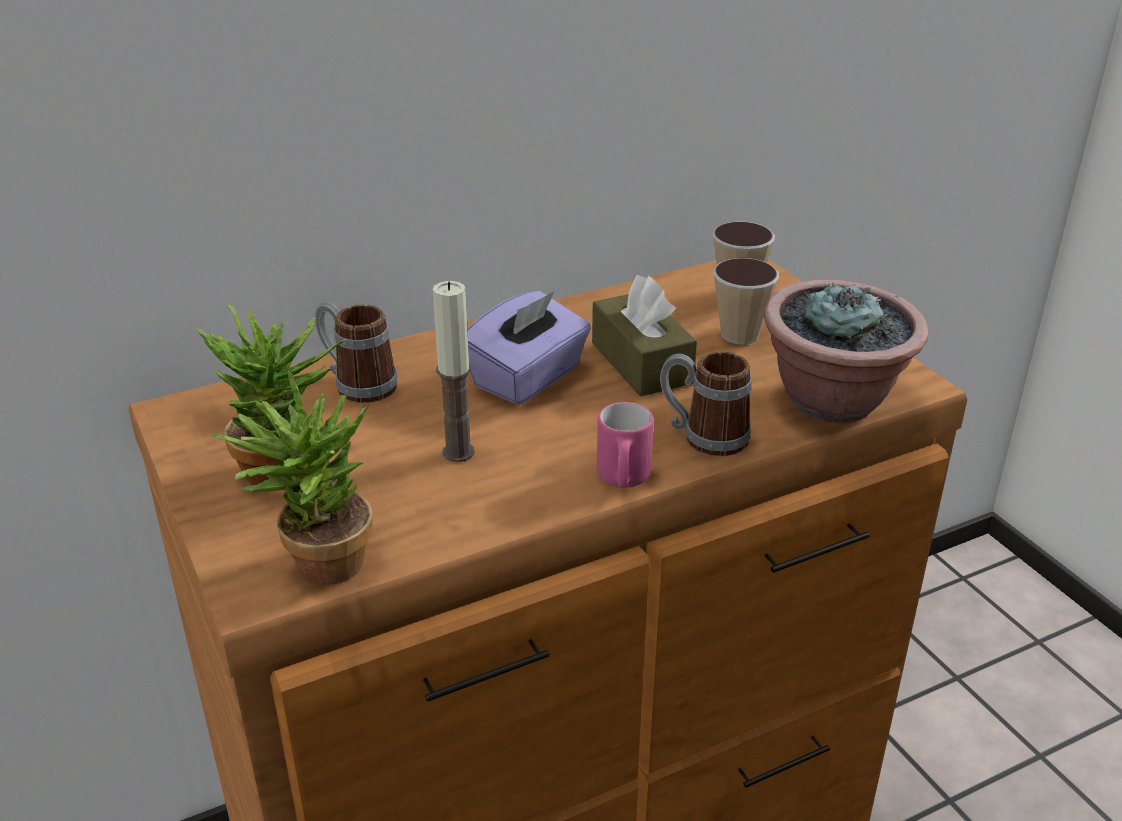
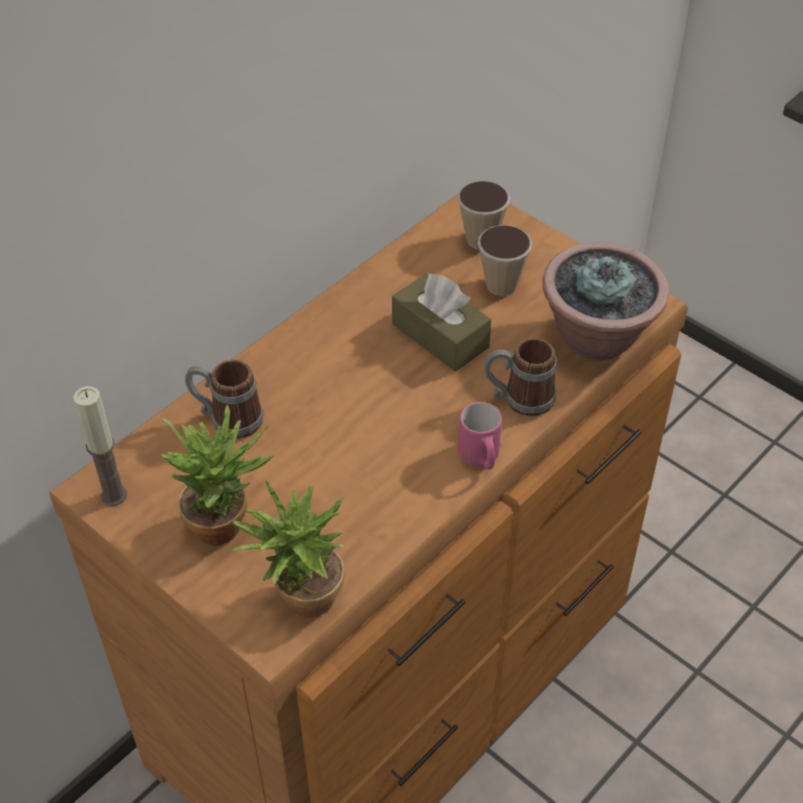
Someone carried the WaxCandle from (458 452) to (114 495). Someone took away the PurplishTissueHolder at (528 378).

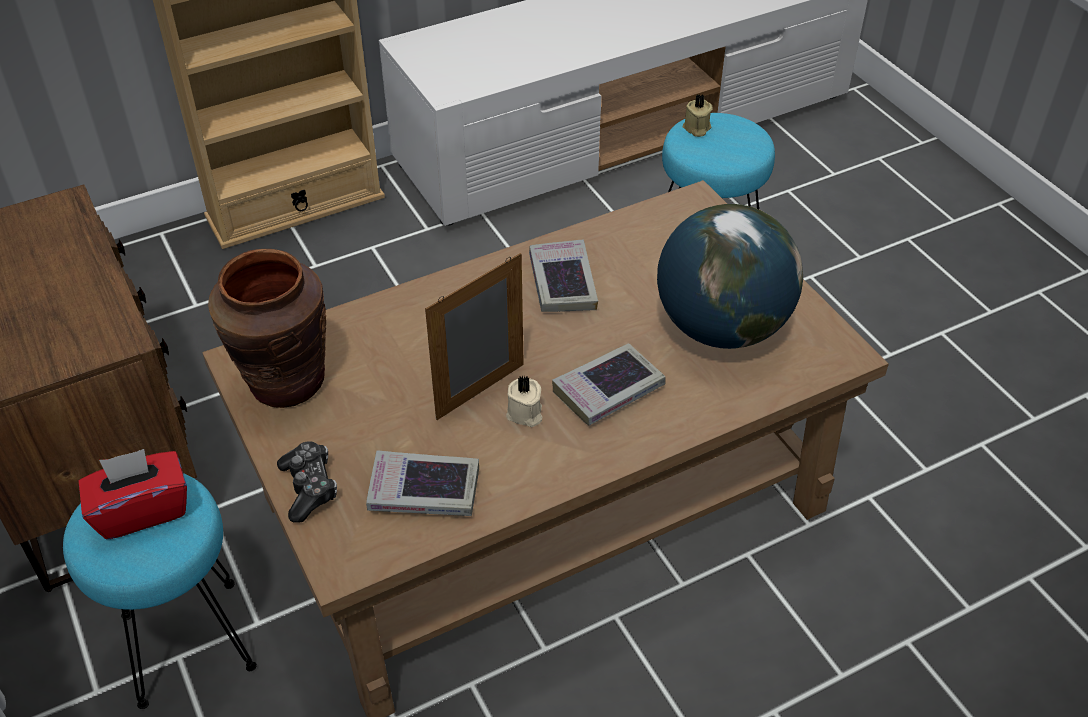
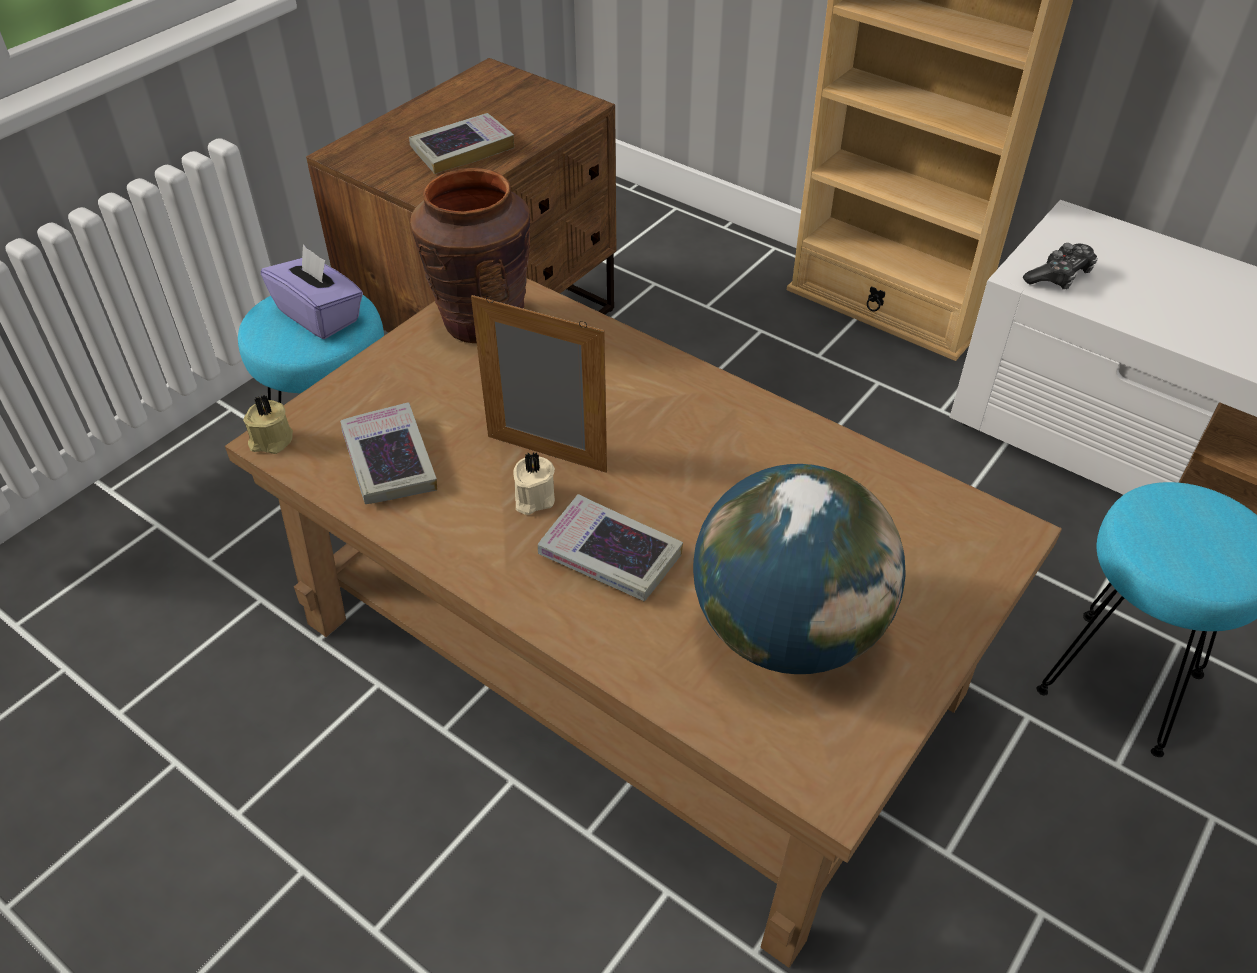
Someone carried the SandColouredWaxCandle from (696 128) to (271 440). Someone repainted the RedColouredTissueHolder at (142 510), which became the PurplishTissueHolder at (320 315). Someone carried the BoundBook from (562 282) to (462 149). Someone carried the Gamepad from (309 487) to (1059 276).

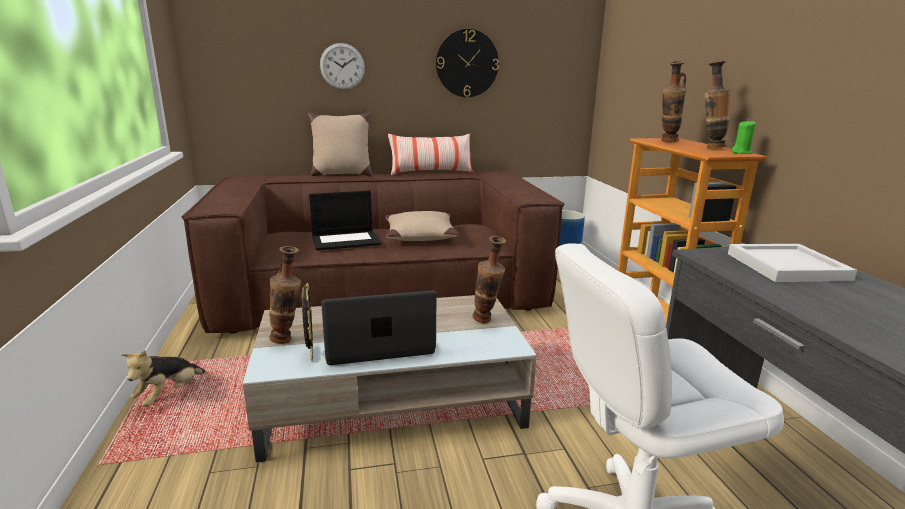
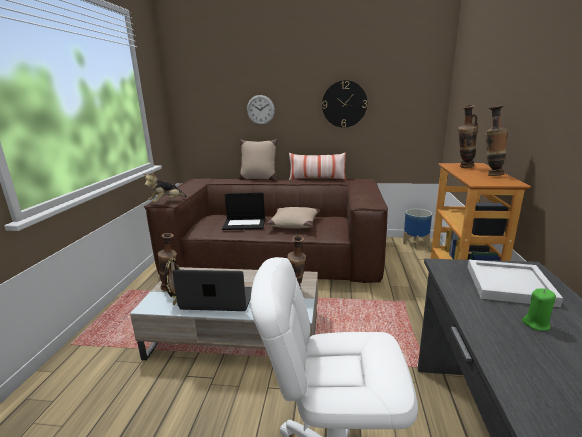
Someone carried the CuddlyToy from (169 394) to (166 202). Someone carried the GreenColouredWaxCandle from (741 152) to (536 324).

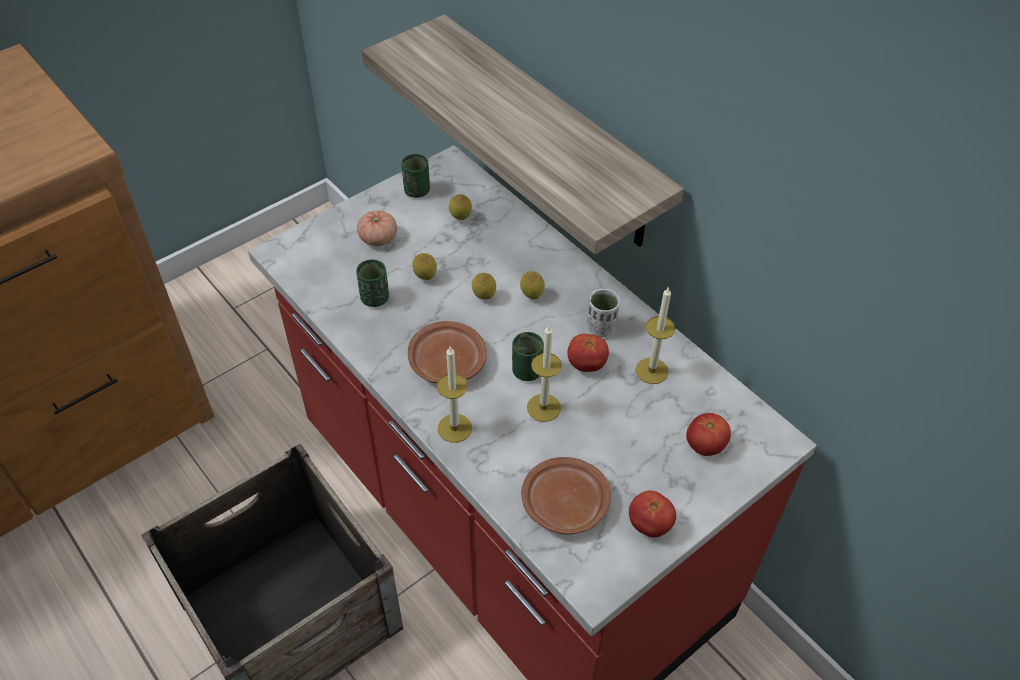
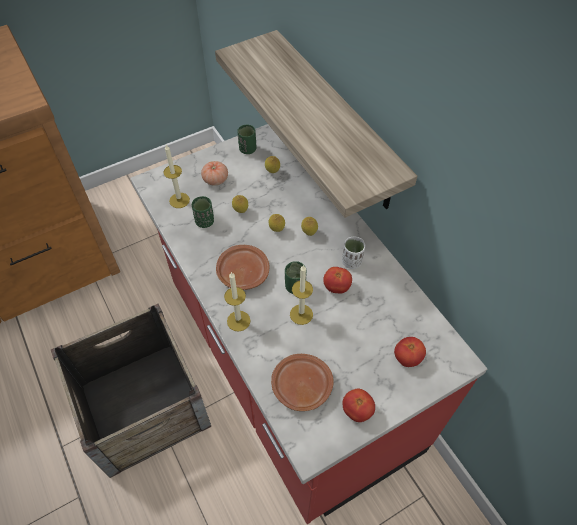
Someone carried the WaxCandle from (652 371) to (179 200).

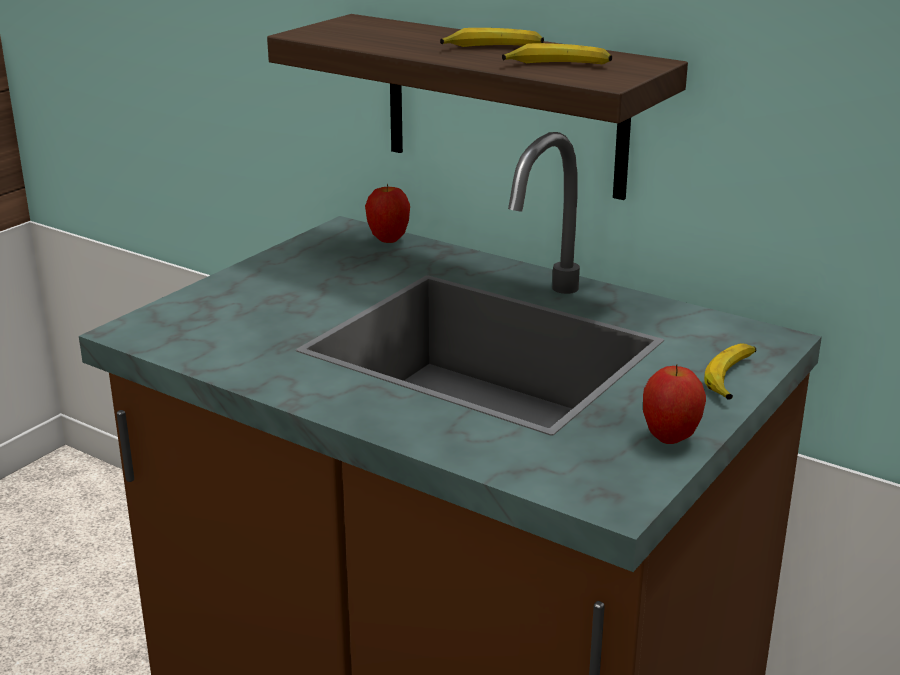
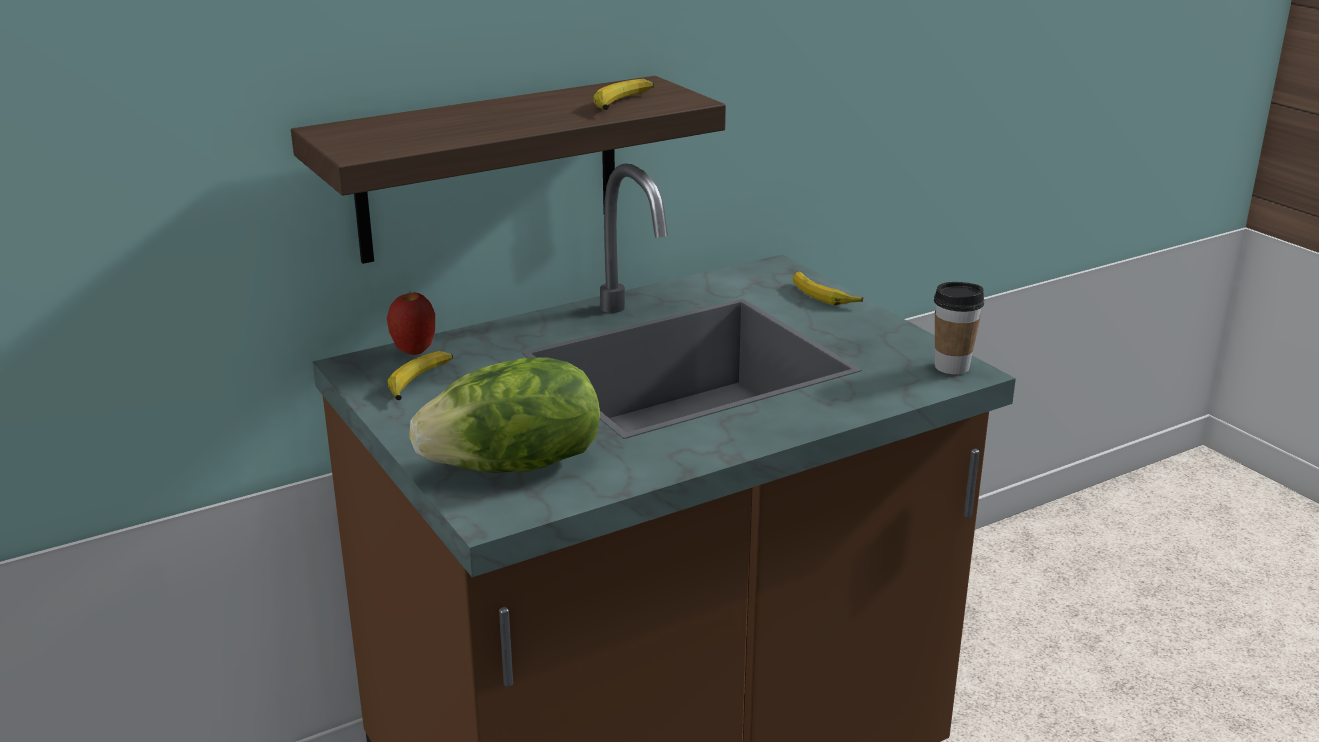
Someone carried the Banana from (492 48) to (420 382). Someone put down the Lettuce at (515 466). Someone put down the SmallCup at (951 367). Someone took away the WholeApple at (670 438).

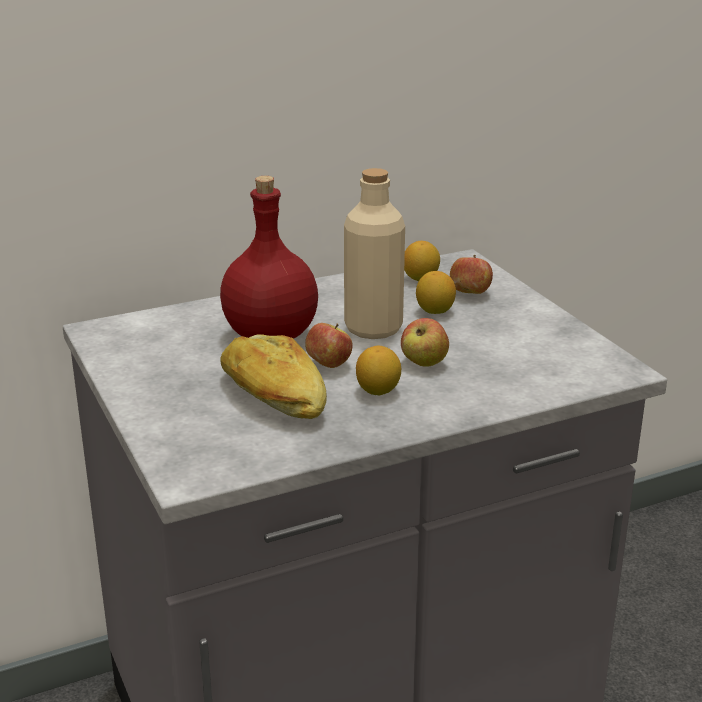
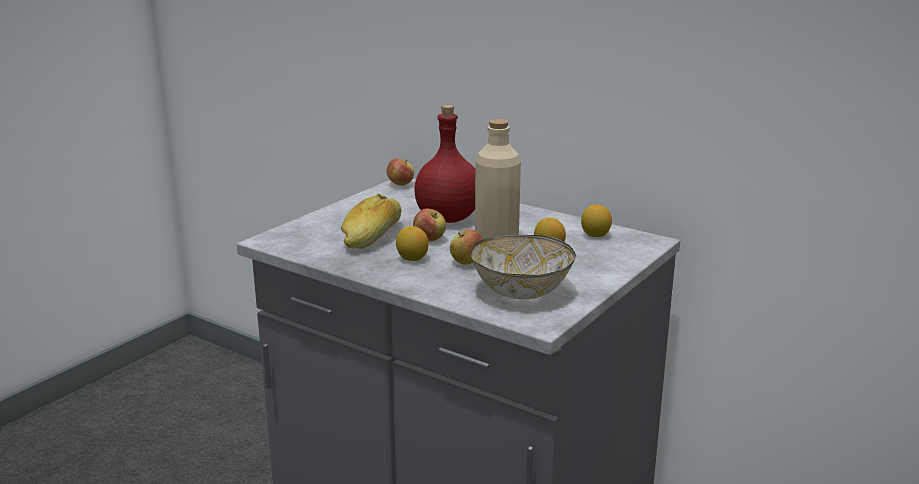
Someone carried the WholeApple from (470 293) to (400 185). Someone put down the ServingBowl at (523 292).

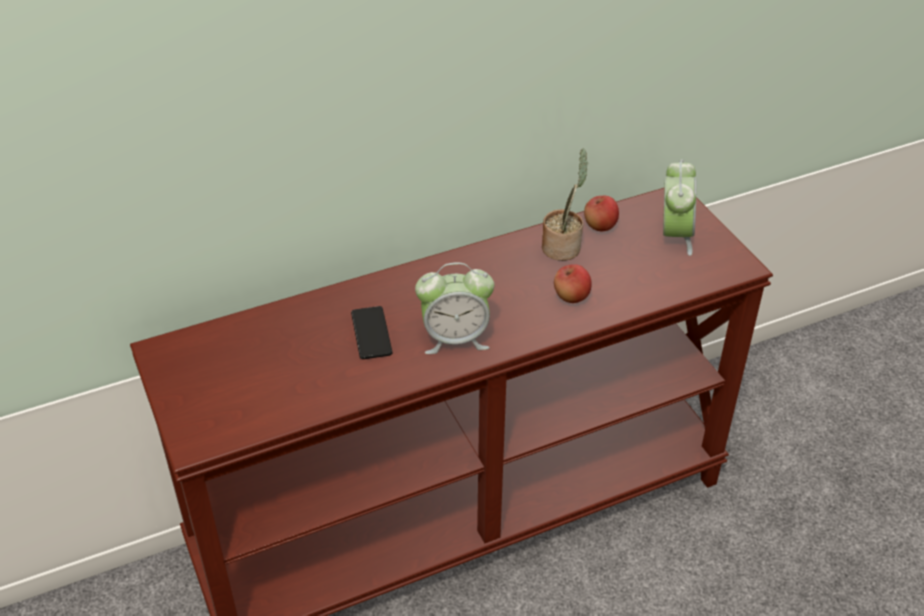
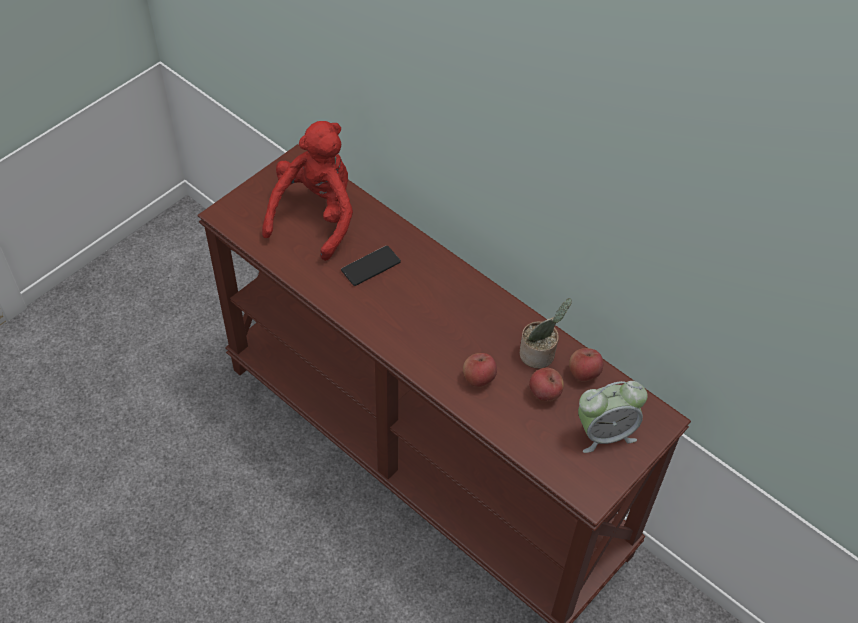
Someone put down the RedColouredCuddlyToy at (316 216). Someone put down the WholeApple at (544 393). Someone took away the AlarmClock at (455 338).

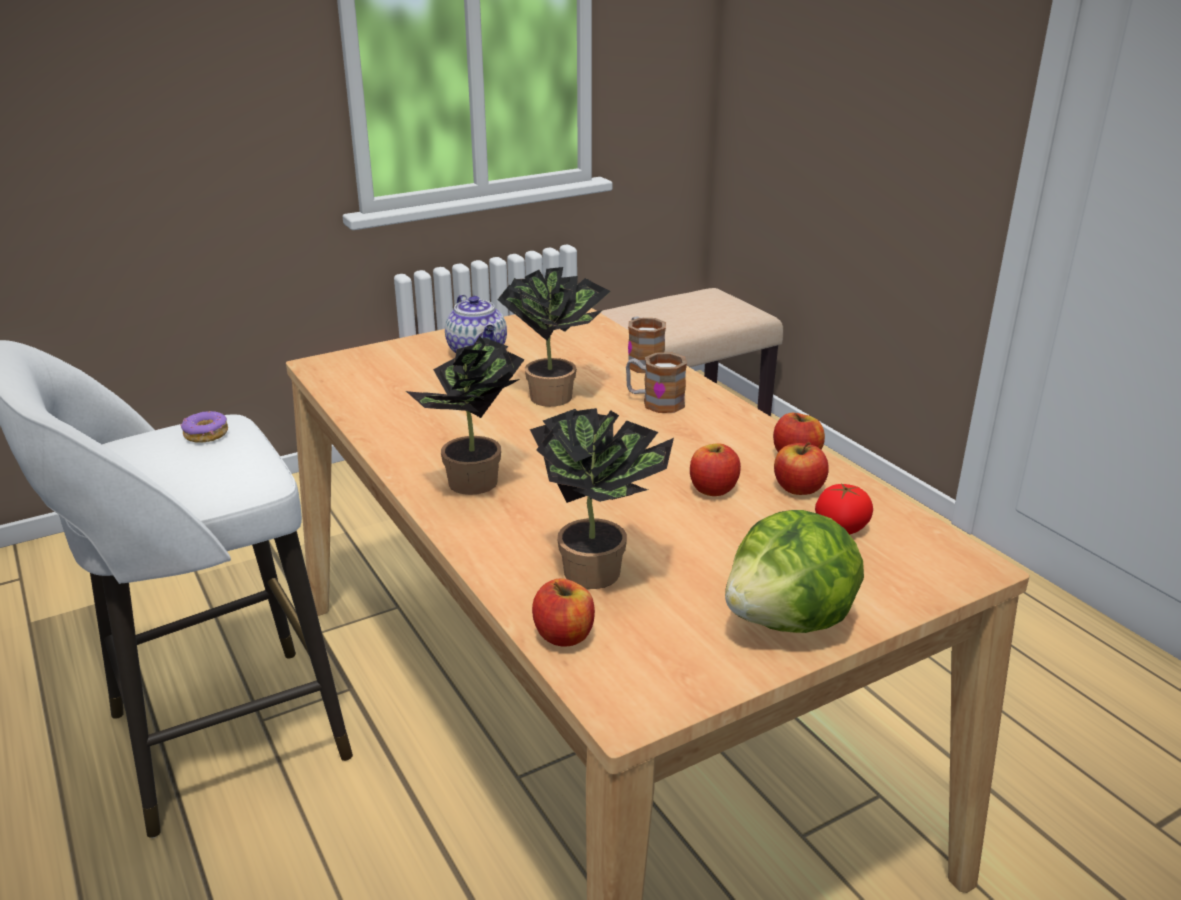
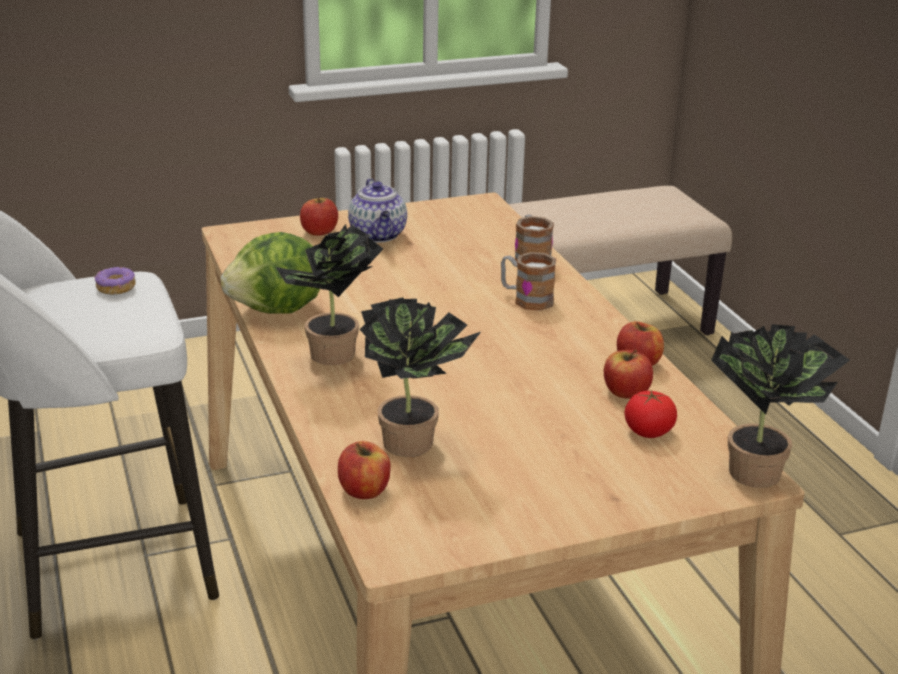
Someone carried the Lettuce from (790 621) to (278 310). Someone carried the WholeApple from (713 489) to (319 232). Someone carried the Houseplant from (555 395) to (759 469).

